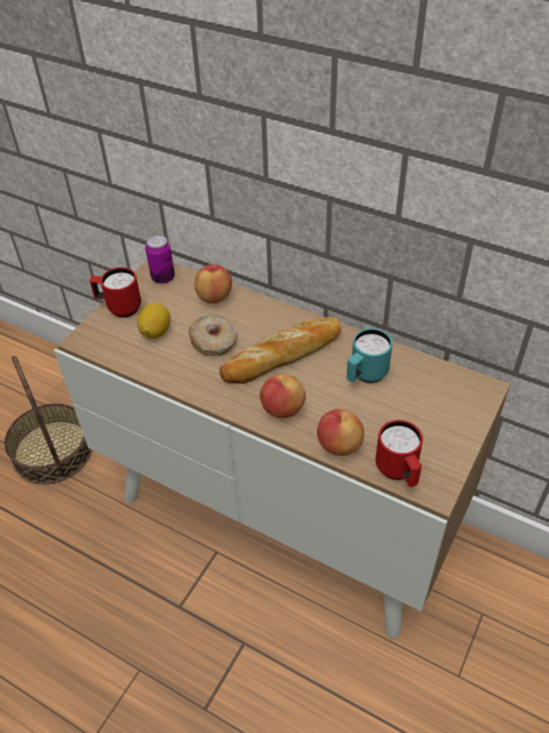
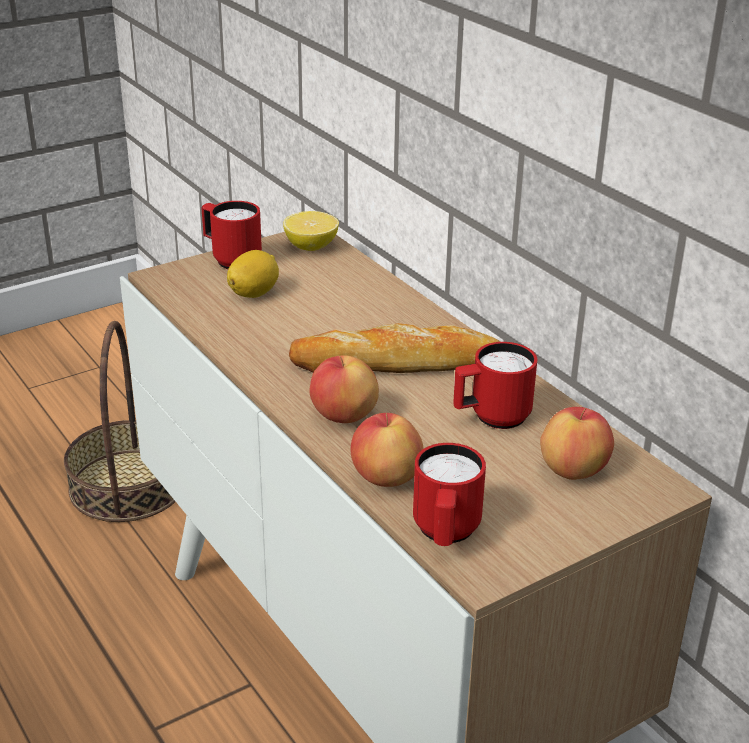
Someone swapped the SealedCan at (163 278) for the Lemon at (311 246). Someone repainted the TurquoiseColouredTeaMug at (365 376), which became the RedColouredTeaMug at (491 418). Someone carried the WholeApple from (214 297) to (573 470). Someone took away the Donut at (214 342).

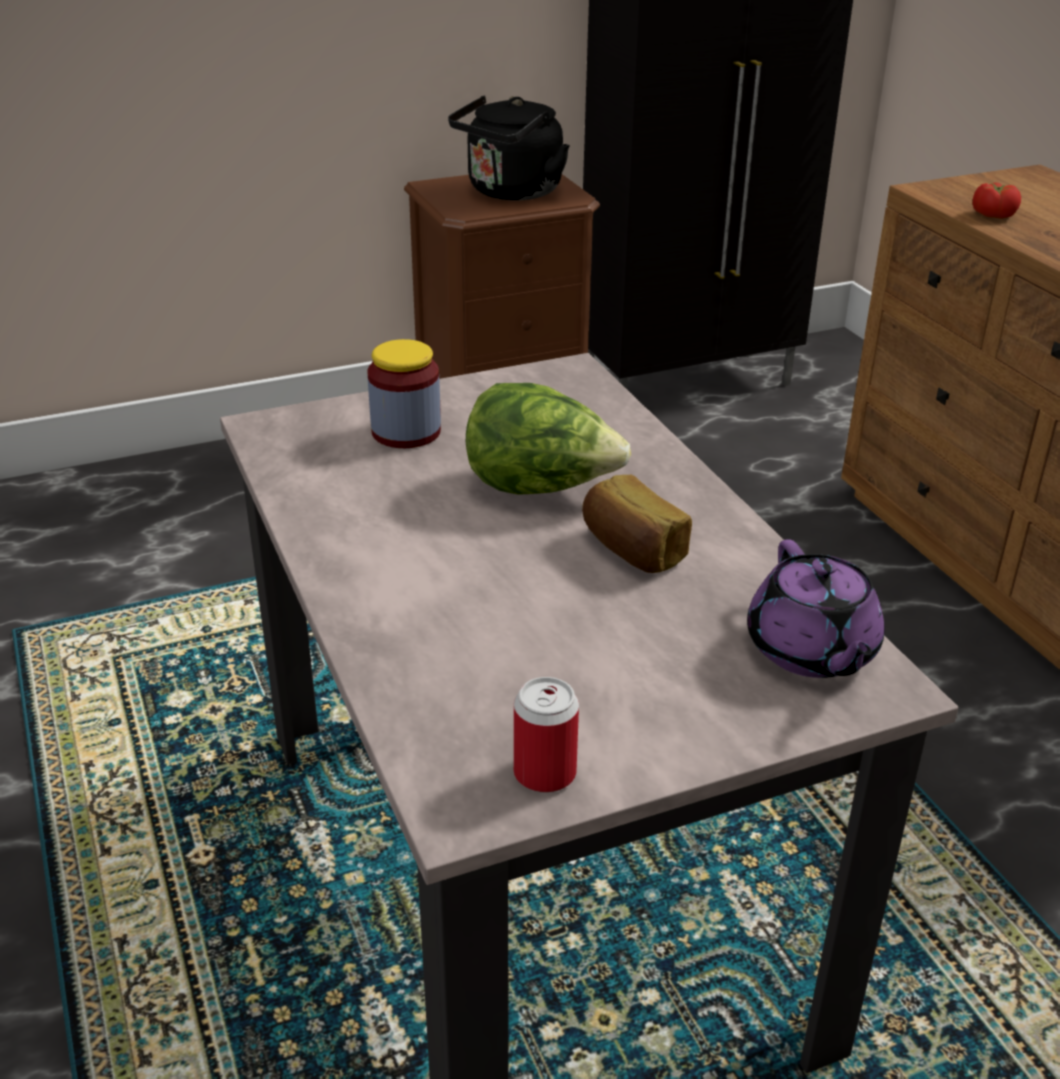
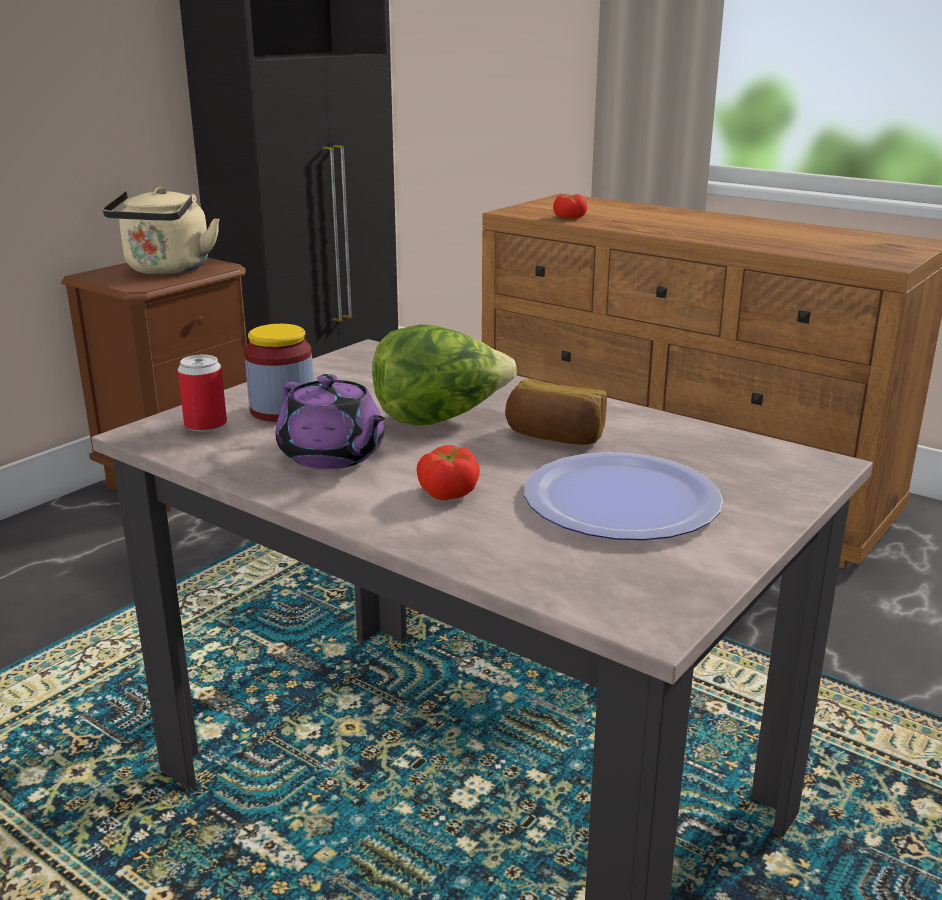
Someone repainted the BlackishKettle at (511 193), which became the SandColouredKettle at (166 270). Someone carried the SealedCan from (545 773) to (205 425). Someone carried the PurplishTeaPot from (811 651) to (333 456). Someone put down the FreshTomato at (447 492). Someone put down the FlatDish at (621 500).

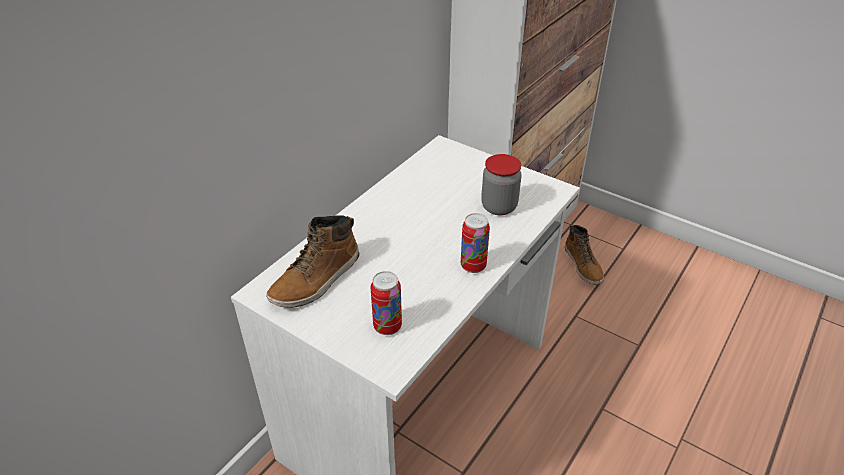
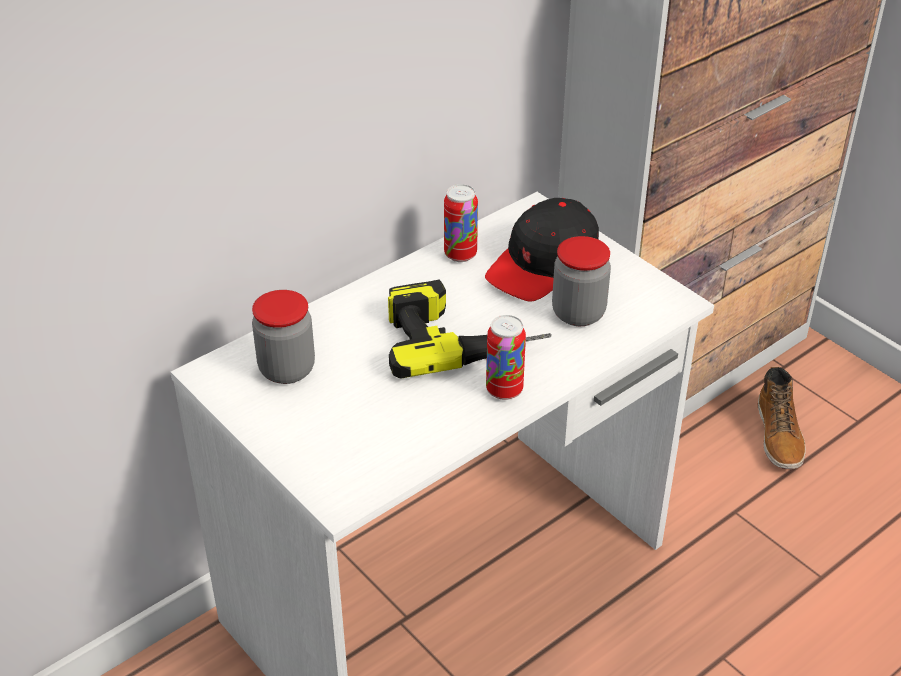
Someone swapped the HighTopBoot at (317 279) for the StorageJar at (287 369). Someone put down the ElectricDrill at (460 335). Someone carried the SealedCan from (387 326) to (460 254). Someone put down the BlackishPeakedCap at (543 264).

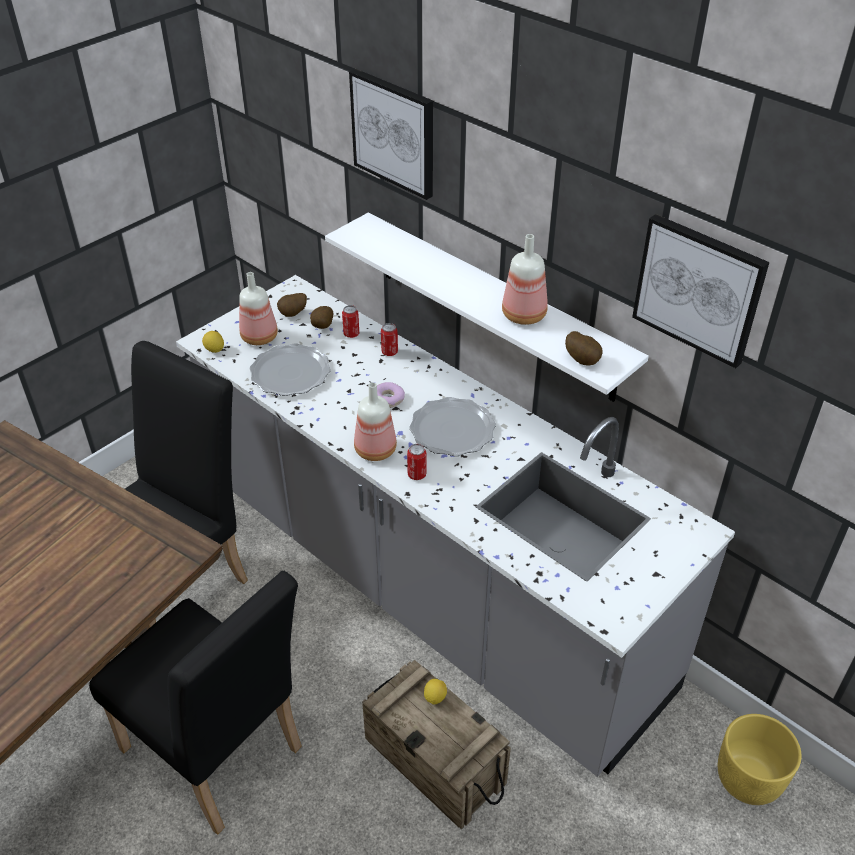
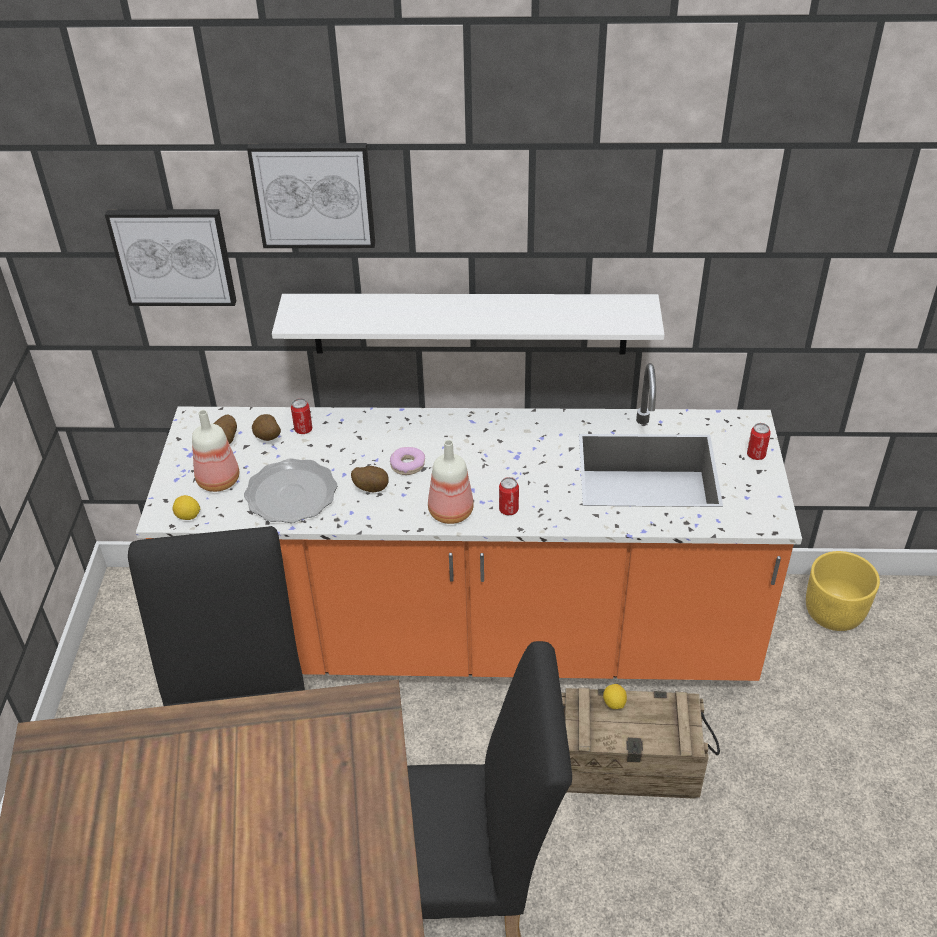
Someone carried the WallArt from (699 289) to (173 256). Someone repainted the GrayKitchenCounter at (427 585), which became the OrangeyKitchenCounter at (473 637). Someone carried the Spud from (583 360) to (371 488). Someone carried the SealedCan from (389 352) to (756 455). Someone took away the FlatDish at (452 430). Someone took away the BeverageBottle at (524 314).

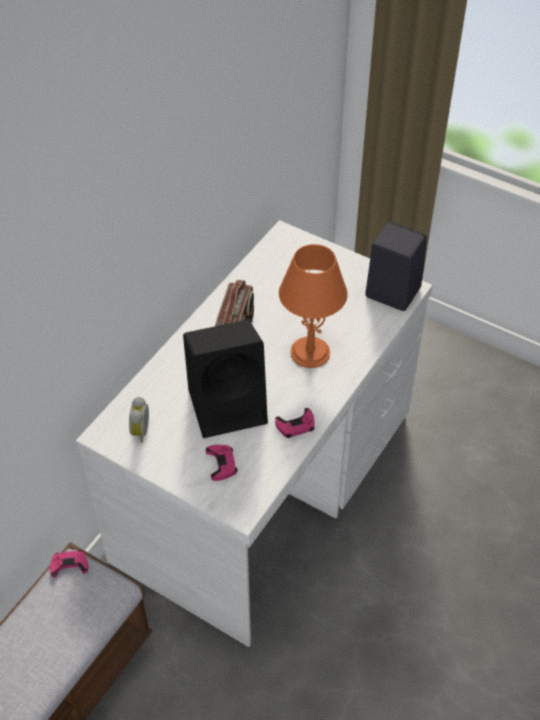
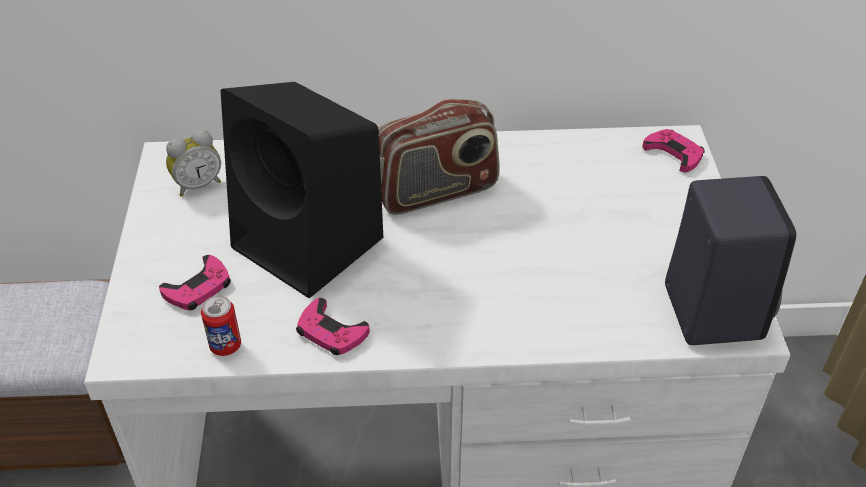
Someone put down the SealedCan at (225 346). Someone carried the PinkGamepad from (69 565) to (674 153). Someone took away the OrangeyTabletopLamp at (309 353).

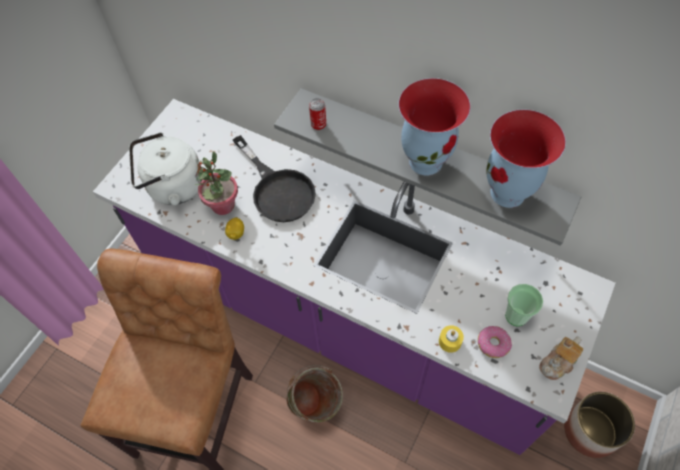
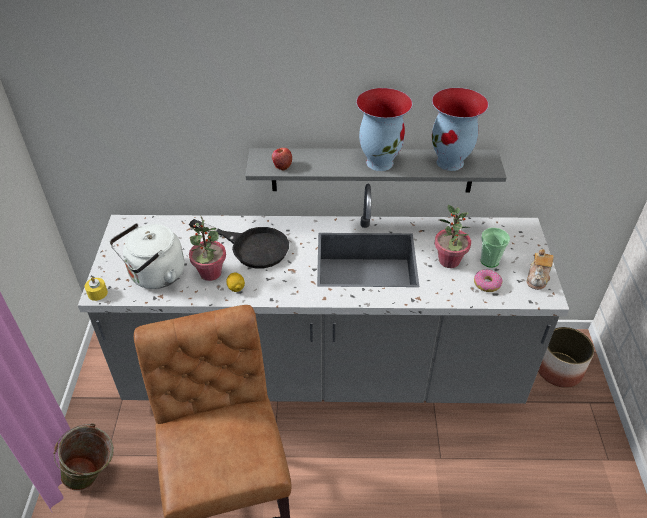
Someone carried the GreenColouredBucket from (315 407) to (94 477). Someone repainted the PurplishKitchenCounter at (344 320), which became the GrayKitchenCounter at (323 373). Someone carried the YellowishWaxCandle from (450 341) to (97 293). Someone swapped the SealedCan at (318 125) for the WholeApple at (282 165). Someone put down the Houseplant at (449 261).

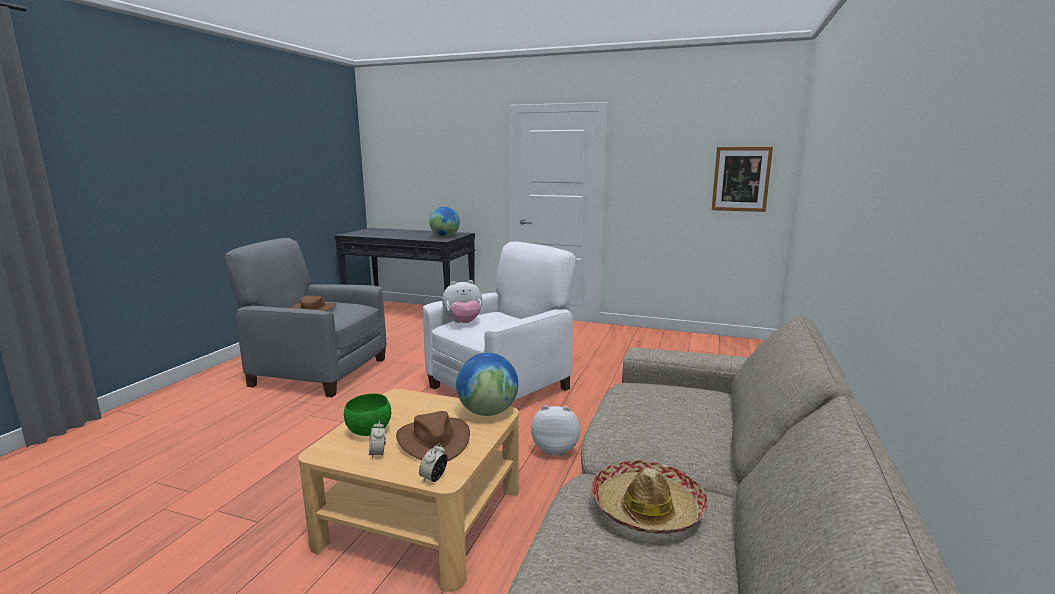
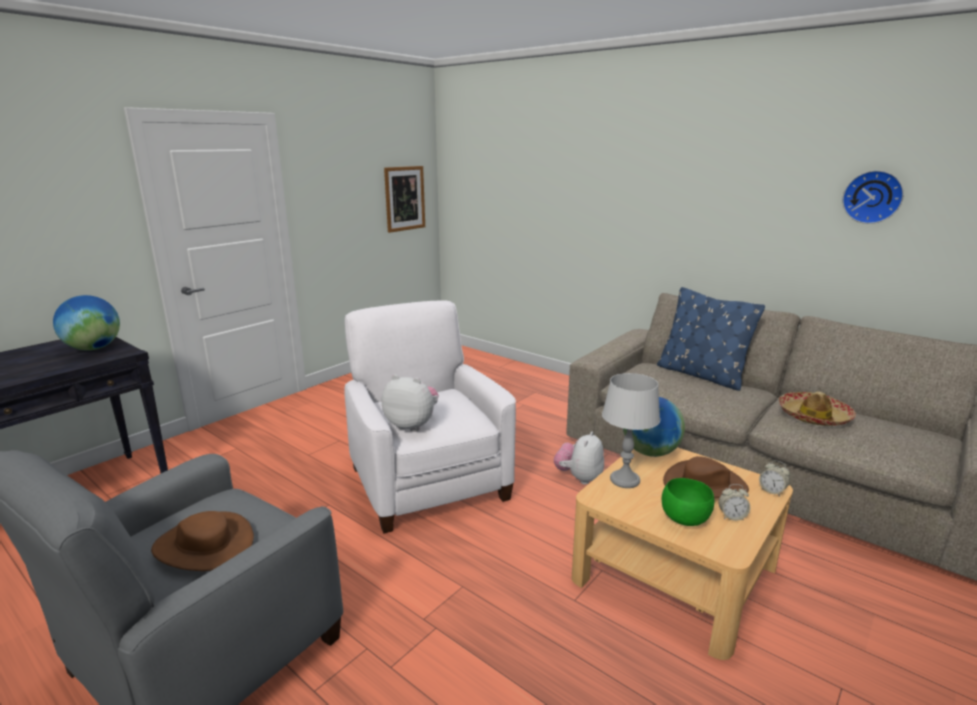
Someone rotated the CuddlyToy at (463 323) by 75 degrees counterclockwise. Someone put down the GrayTabletopLamp at (624 480). Someone put down the BluishThrowPillow at (701 375). Someone put up the HangingClock at (872 197).

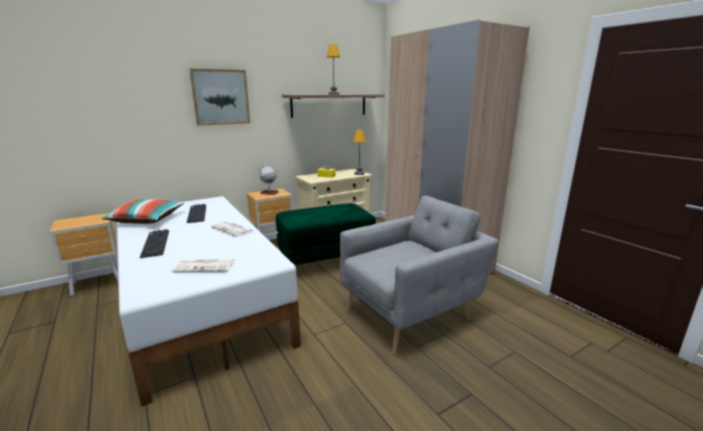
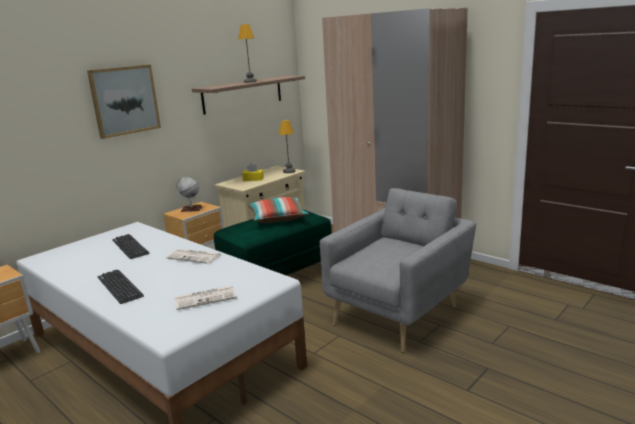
Someone carried the ThrowPillow from (147 220) to (277 218).

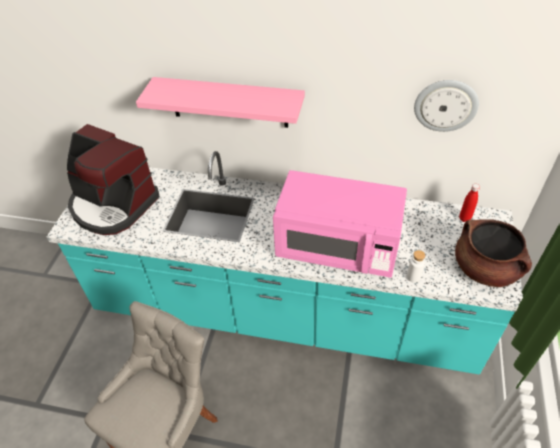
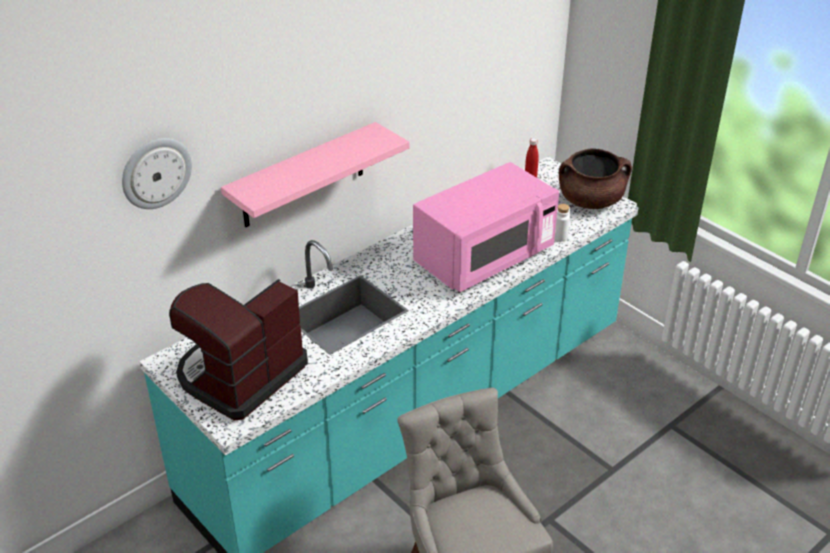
Someone carried the HangingClock from (445 105) to (156 172). Someone rotated the CoffeeMachine at (113 205) by 150 degrees clockwise.

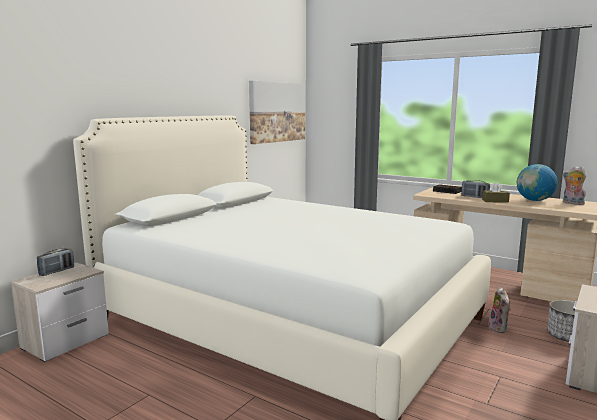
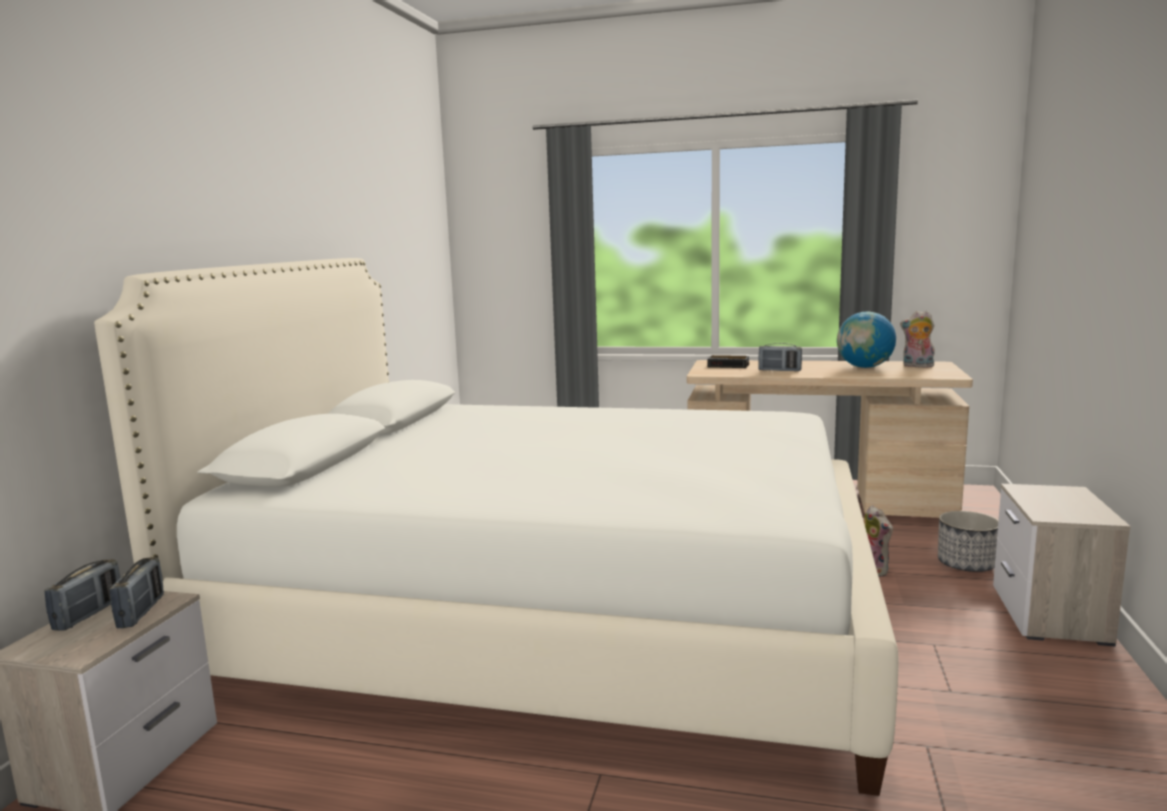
Someone put down the Radio at (141 612). Someone took away the WallArt at (277 112). Someone took away the BrownishTissueHolder at (495 201).

